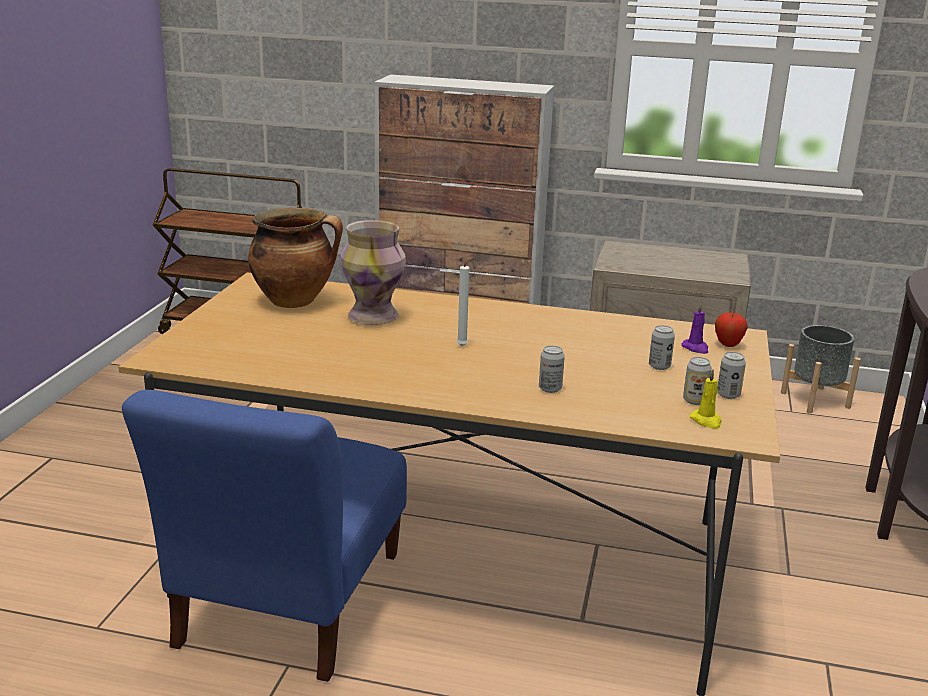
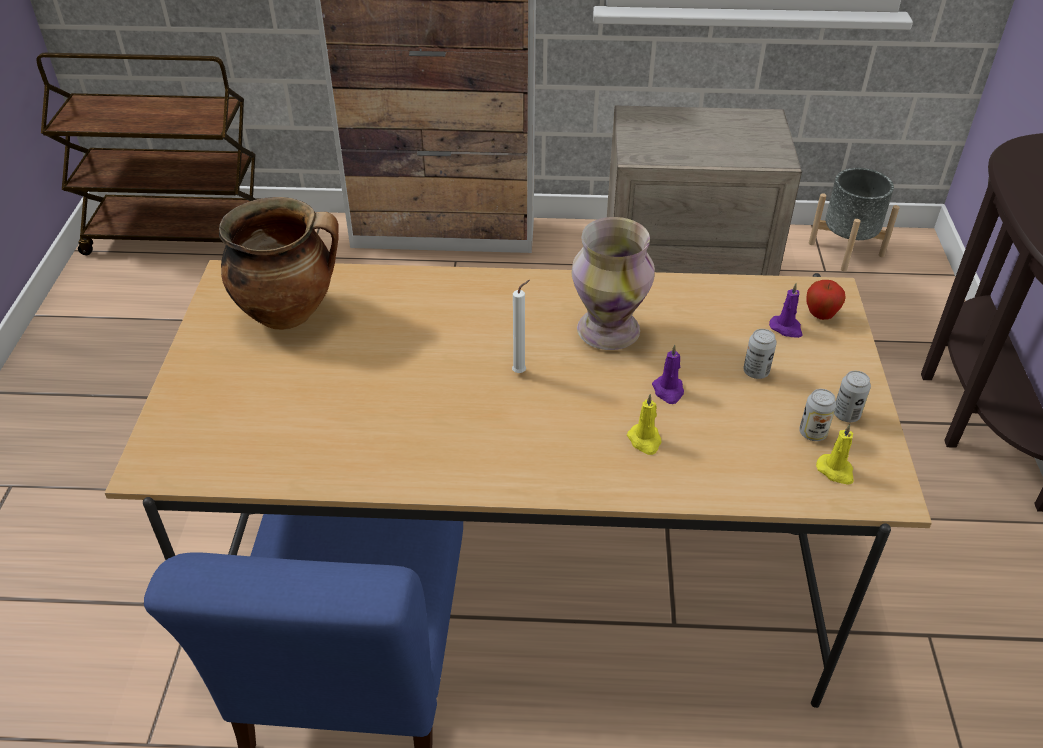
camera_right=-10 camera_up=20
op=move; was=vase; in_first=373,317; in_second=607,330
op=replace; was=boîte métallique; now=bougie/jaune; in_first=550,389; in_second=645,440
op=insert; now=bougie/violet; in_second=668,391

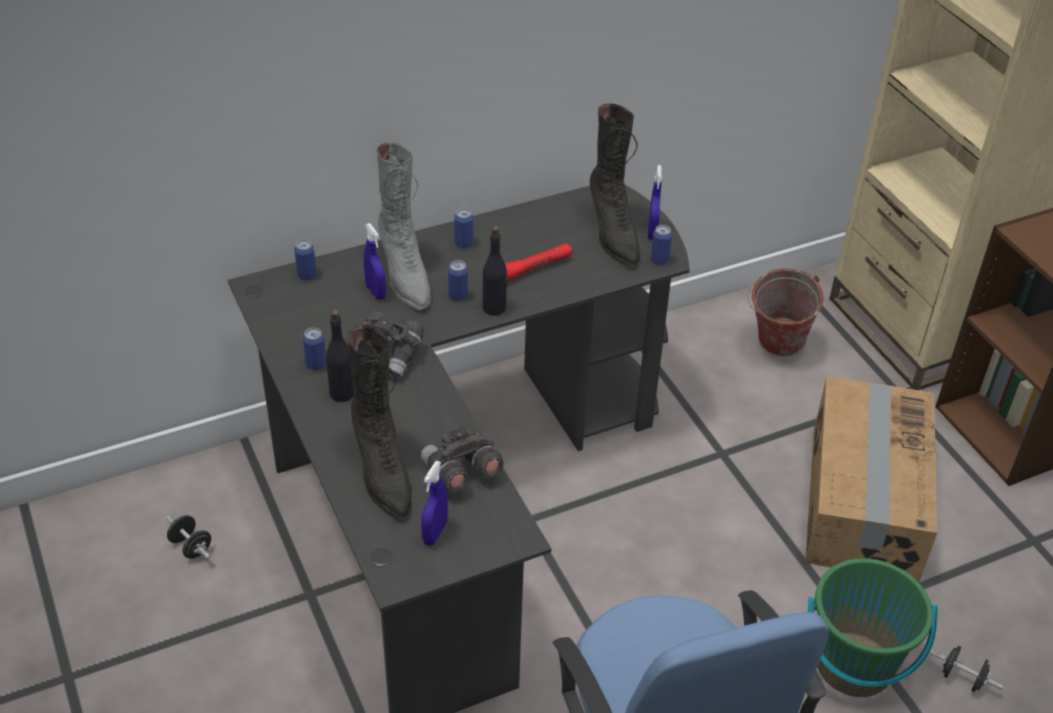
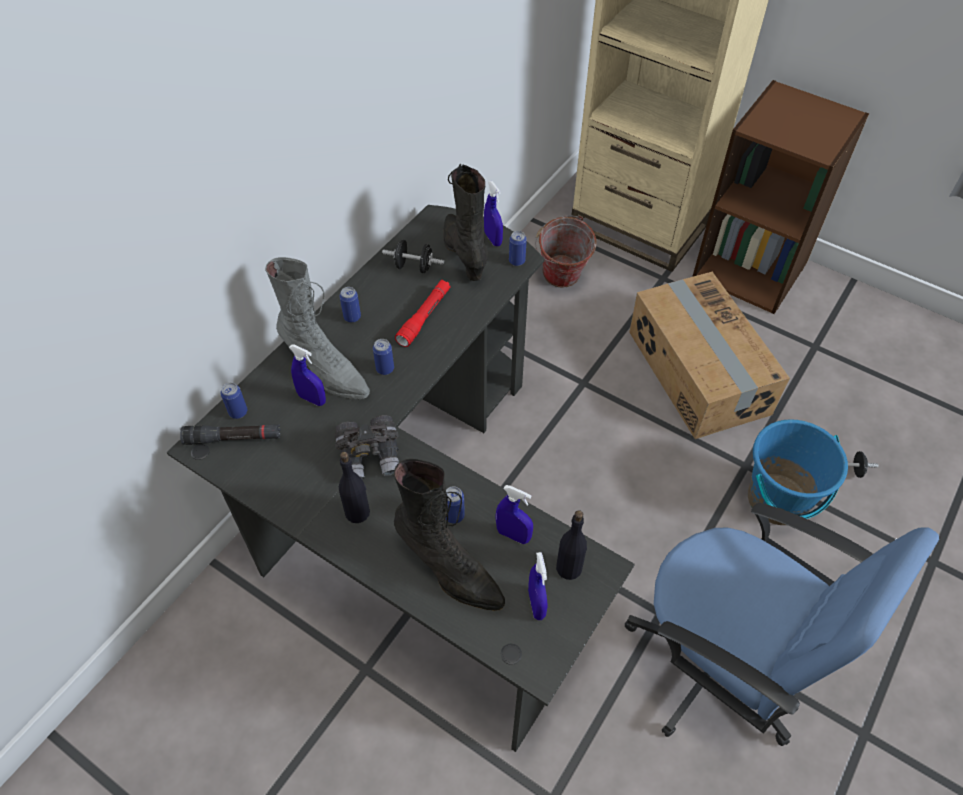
camera_right=-30 camera_up=10
op=rotate; was=botte/noir; in_first=613,234; in_second=464,254; clockwise=-150
op=move; was=bouteille/noir; in_first=494,308; in_second=569,568
op=move; was=boîte métallique; in_first=316,364; in_second=454,515
op=replace; was=jumelles/gris; now=vaporisateur/bleu; in_first=460,473; in_second=513,535
op=move; was=haltère/noir; in_first=191,547; in_second=414,267
op=recolor; was=seau/vert; now=seau/bleu; in_first=854,666; in_second=777,500
op=insert; now=lampe de poche/noir; in_second=233,438

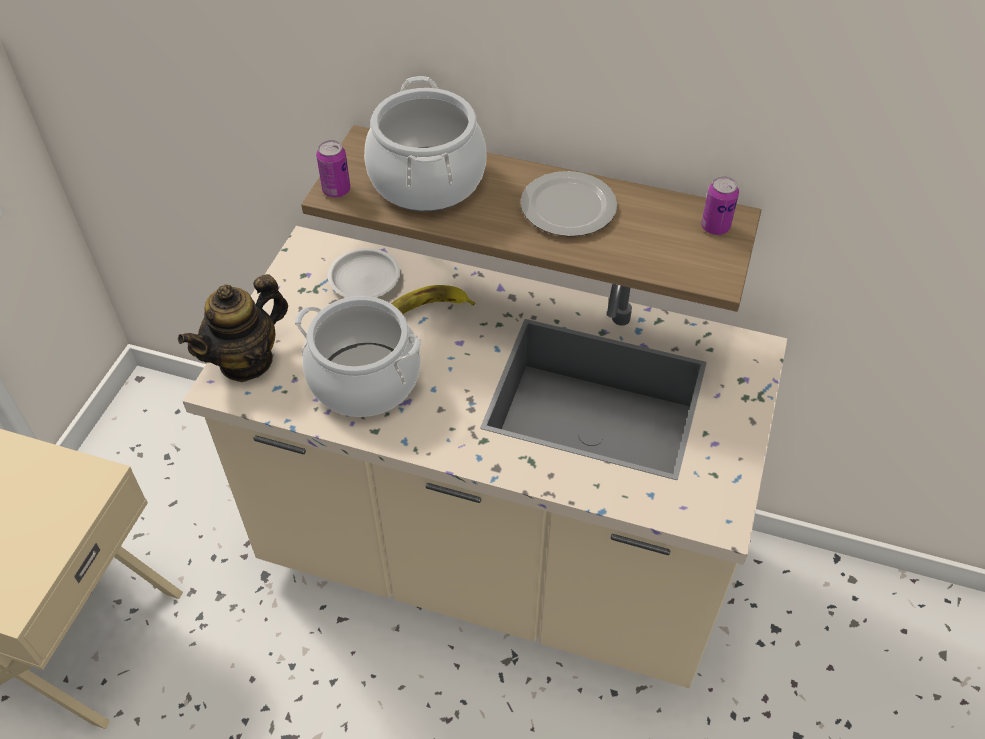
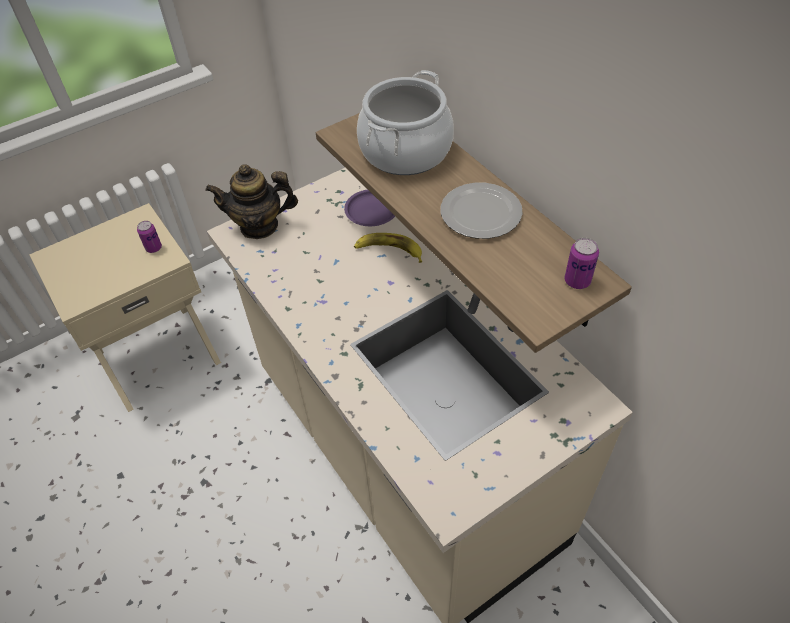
camera_right=40 camera_up=0
op=move; was=boîte métallique; in_first=336,190; in_second=153,248
op=recolor; was=assiette/blanc; now=assiette/violet; in_first=364,279; in_second=371,211
op=delete; was=marmite; in_first=364,379

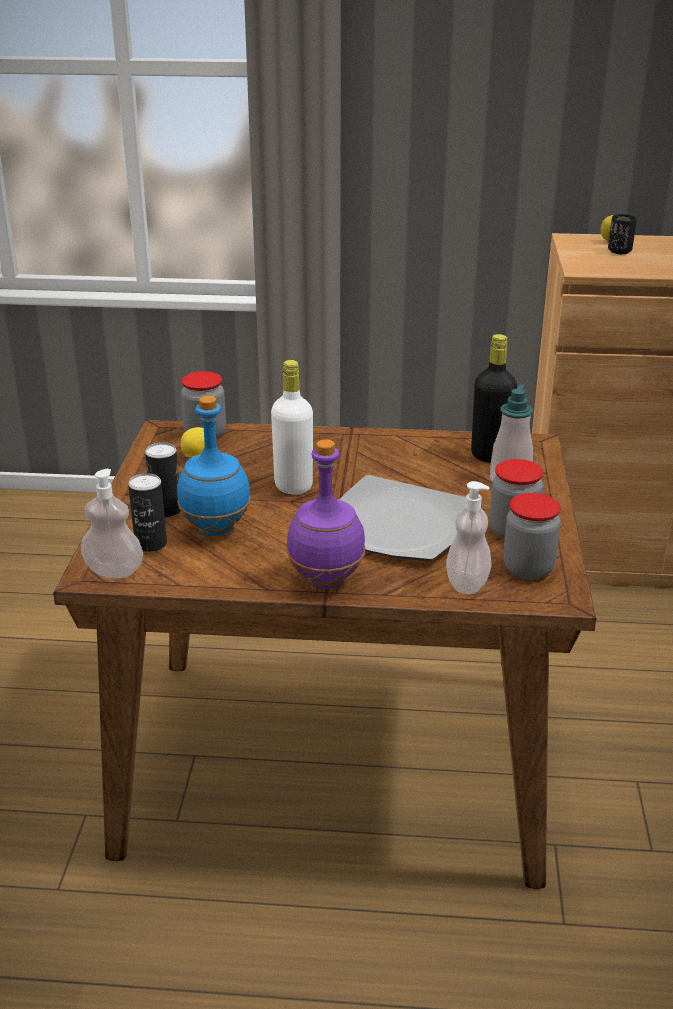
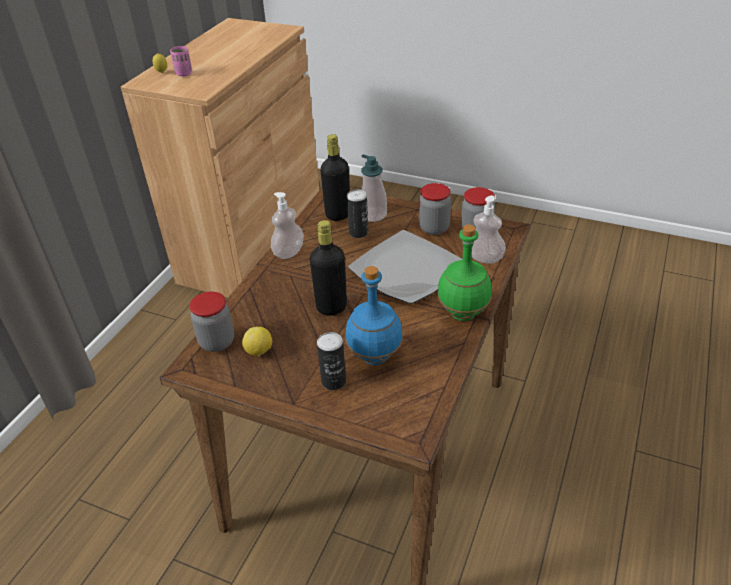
camera_right=-70 camera_up=10
op=recolor; was=tasse/noir; now=tasse/rose; in_first=619,251; in_second=184,73
op=recolor; was=bouteille/blanc; now=bouteille/noir; in_first=293,486; in_second=331,307
op=recolor; was=bouteille/violet; now=bouteille/vert; in_first=327,580; in_second=463,313
op=move; was=distributeur de savon; in_first=114,571; in_second=288,252
op=move; was=boîte métallique; in_first=151,544; in_second=358,232

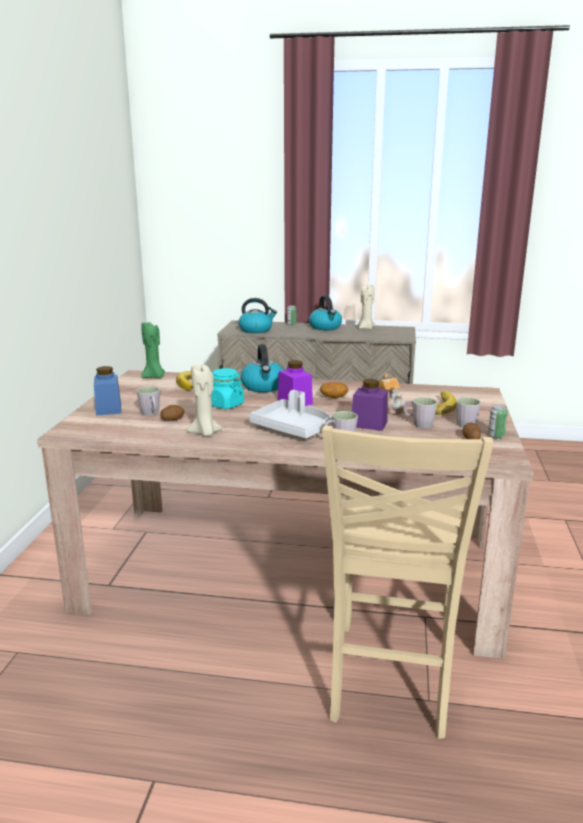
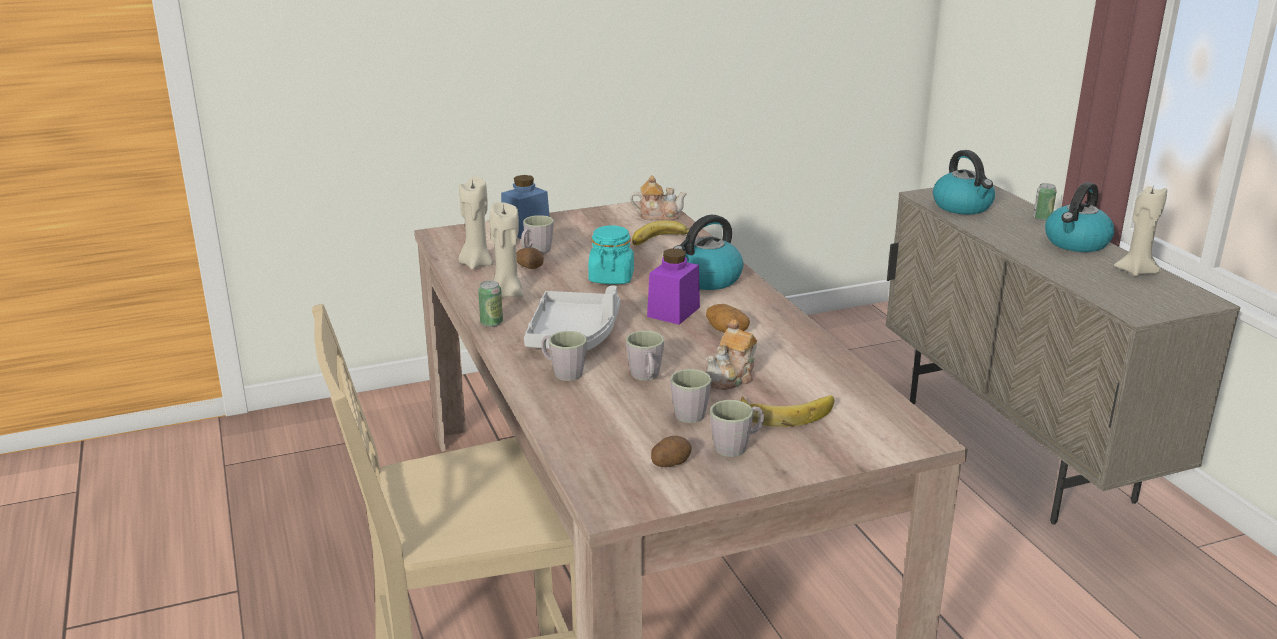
camera_right=60 camera_up=5
op=replace; was=bougie/vert; now=théière; in_first=154,377; in_second=658,216
op=replace; was=bocal/violet; now=mug/gris; in_first=369,424; in_second=646,377
op=move; was=boîte métallique; in_first=496,436; in_second=491,323
op=insert; now=bougie/beige; in_second=476,264

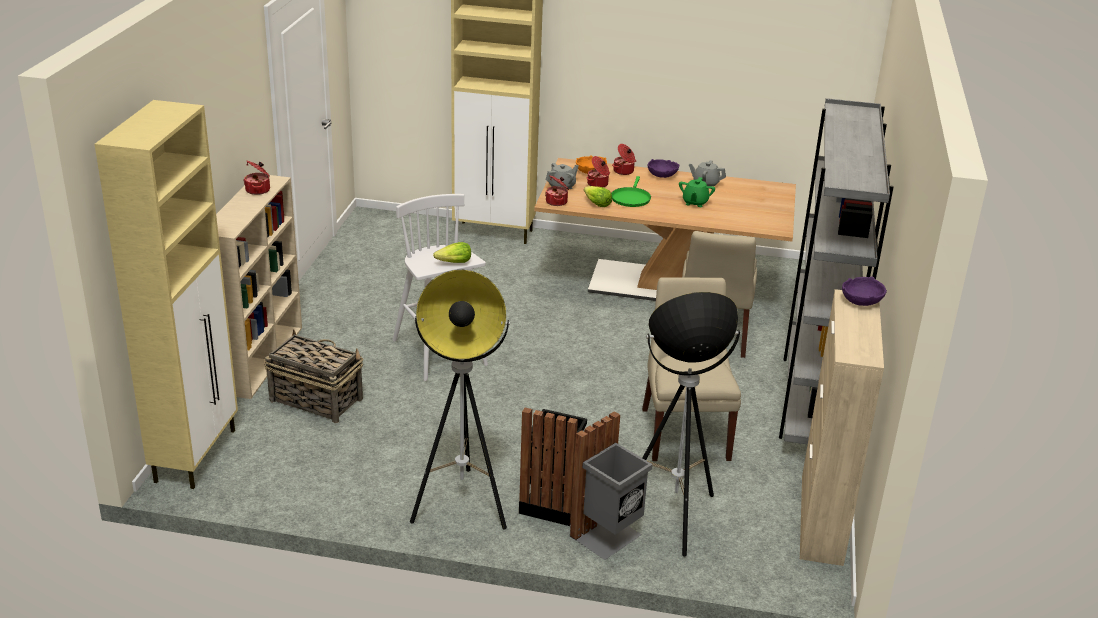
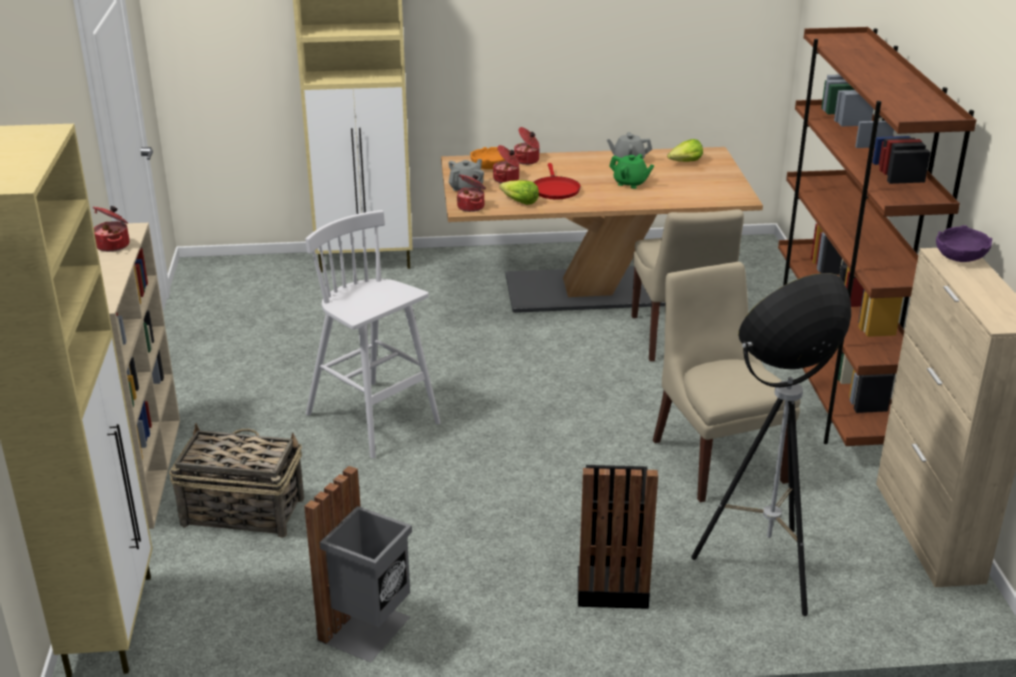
camera_right=-15 camera_up=0
op=recolor; was=bibliothèque/gris; now=bibliothèque/marron; in_first=811,401; in_second=833,393
op=delete; was=bol/violet; in_first=662,175
op=recolor; was=poêle/vert; now=poêle/rouge; in_first=631,198; in_second=555,189
op=rotate; was=théière/vert; in_first=695,203; in_second=630,183; clockwise=-60
op=move; was=laitue; in_first=454,263; in_second=686,162
op=delete; was=lampadaire; in_first=462,504
op=move; was=poubelle/gris; in_first=608,537; in_second=368,629

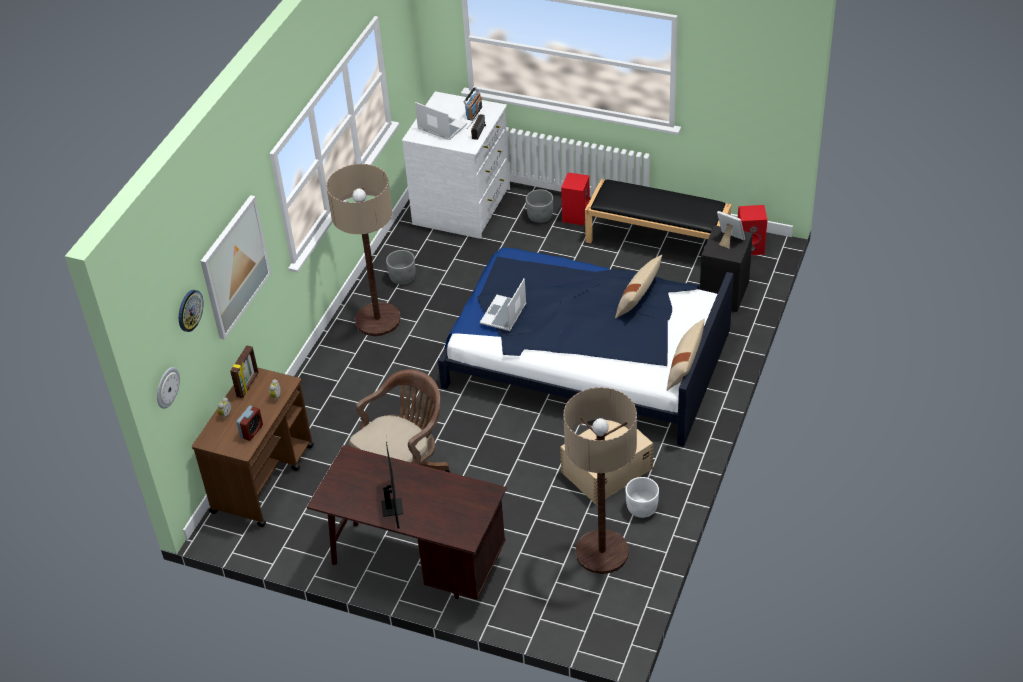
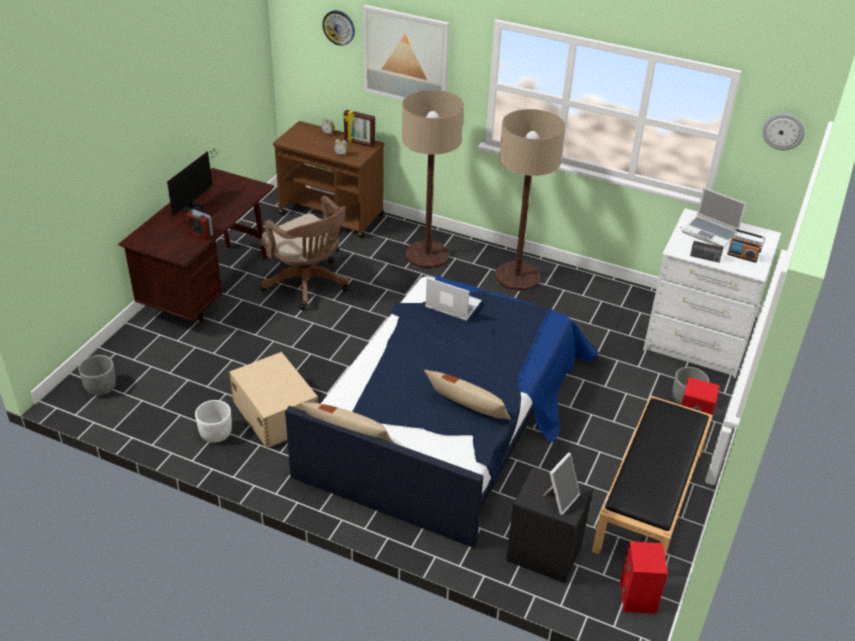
camera_right=90 camera_up=-5
op=rotate; was=ordinateur portable; in_first=441,127; in_second=710,233; clockwise=90
op=move; was=cache-pot/gris; in_first=402,277; in_second=101,387
op=move; was=horloge murale; in_first=167,387; in_second=783,131
op=move; was=lampadaire; in_first=602,552; in_second=427,255
op=move; was=réveil; in_first=251,431; in_second=200,234
op=rotate; was=écran d'ordinateur; in_first=393,504; in_second=194,206; clockwise=-60

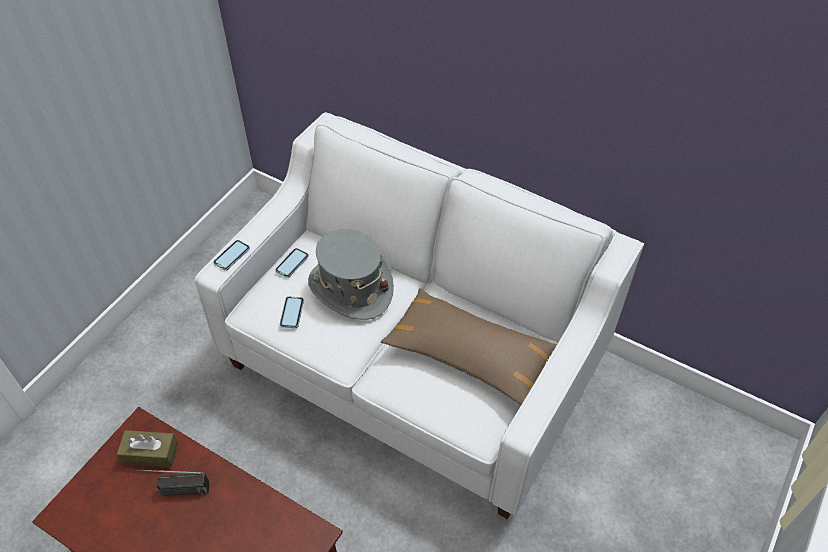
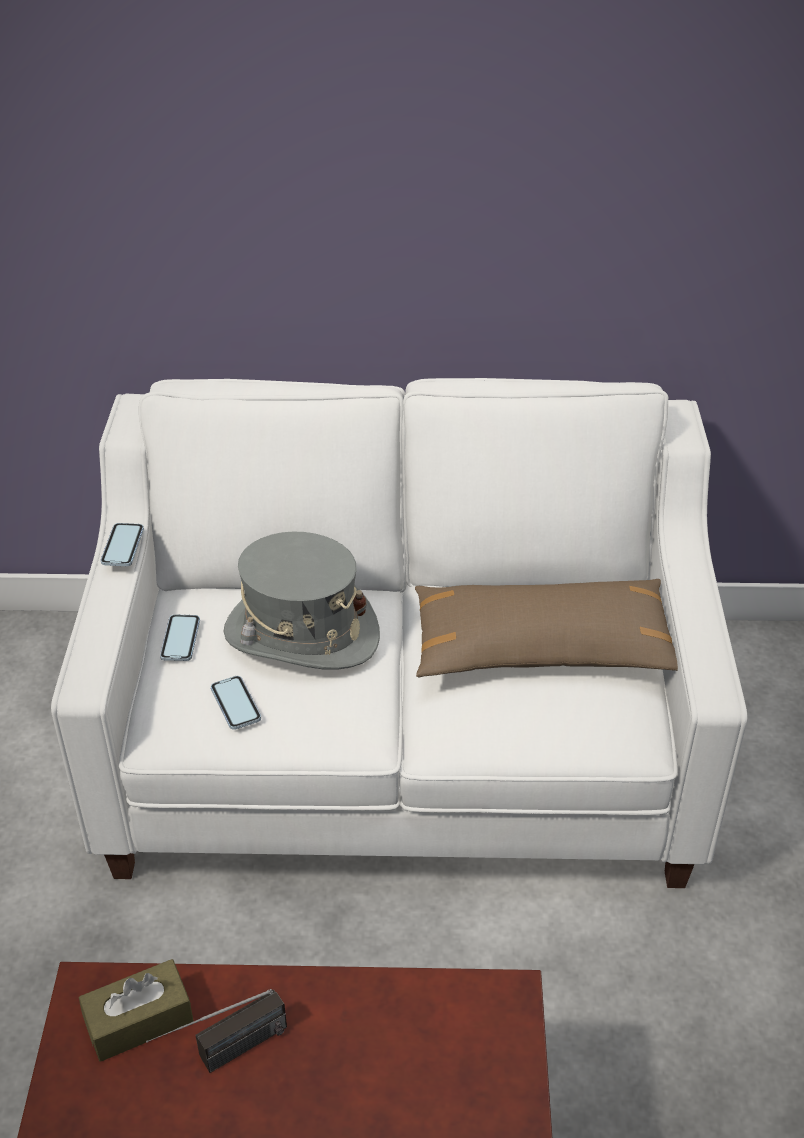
camera_right=-30 camera_up=-10
op=move; was=téléphone; in_first=232,256; in_second=123,546

